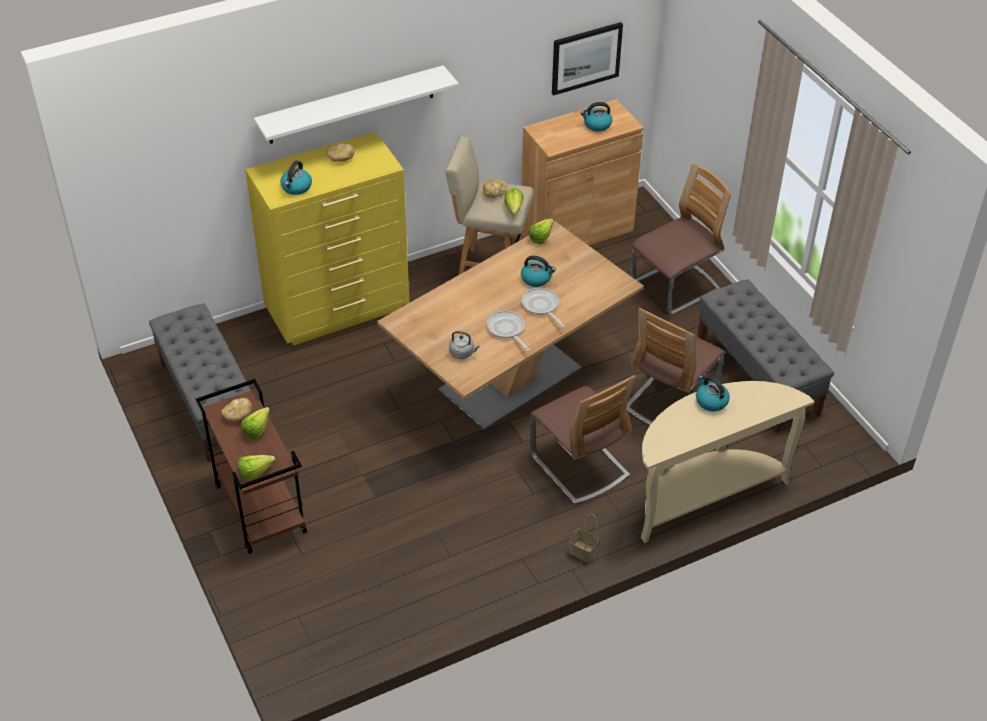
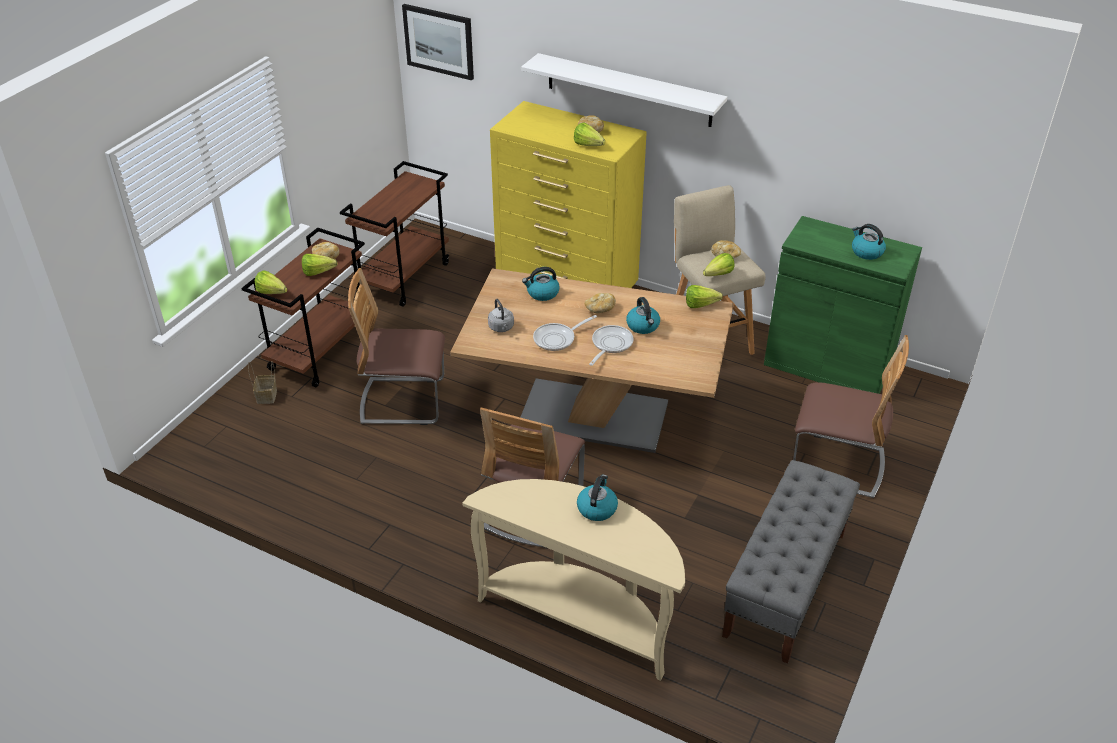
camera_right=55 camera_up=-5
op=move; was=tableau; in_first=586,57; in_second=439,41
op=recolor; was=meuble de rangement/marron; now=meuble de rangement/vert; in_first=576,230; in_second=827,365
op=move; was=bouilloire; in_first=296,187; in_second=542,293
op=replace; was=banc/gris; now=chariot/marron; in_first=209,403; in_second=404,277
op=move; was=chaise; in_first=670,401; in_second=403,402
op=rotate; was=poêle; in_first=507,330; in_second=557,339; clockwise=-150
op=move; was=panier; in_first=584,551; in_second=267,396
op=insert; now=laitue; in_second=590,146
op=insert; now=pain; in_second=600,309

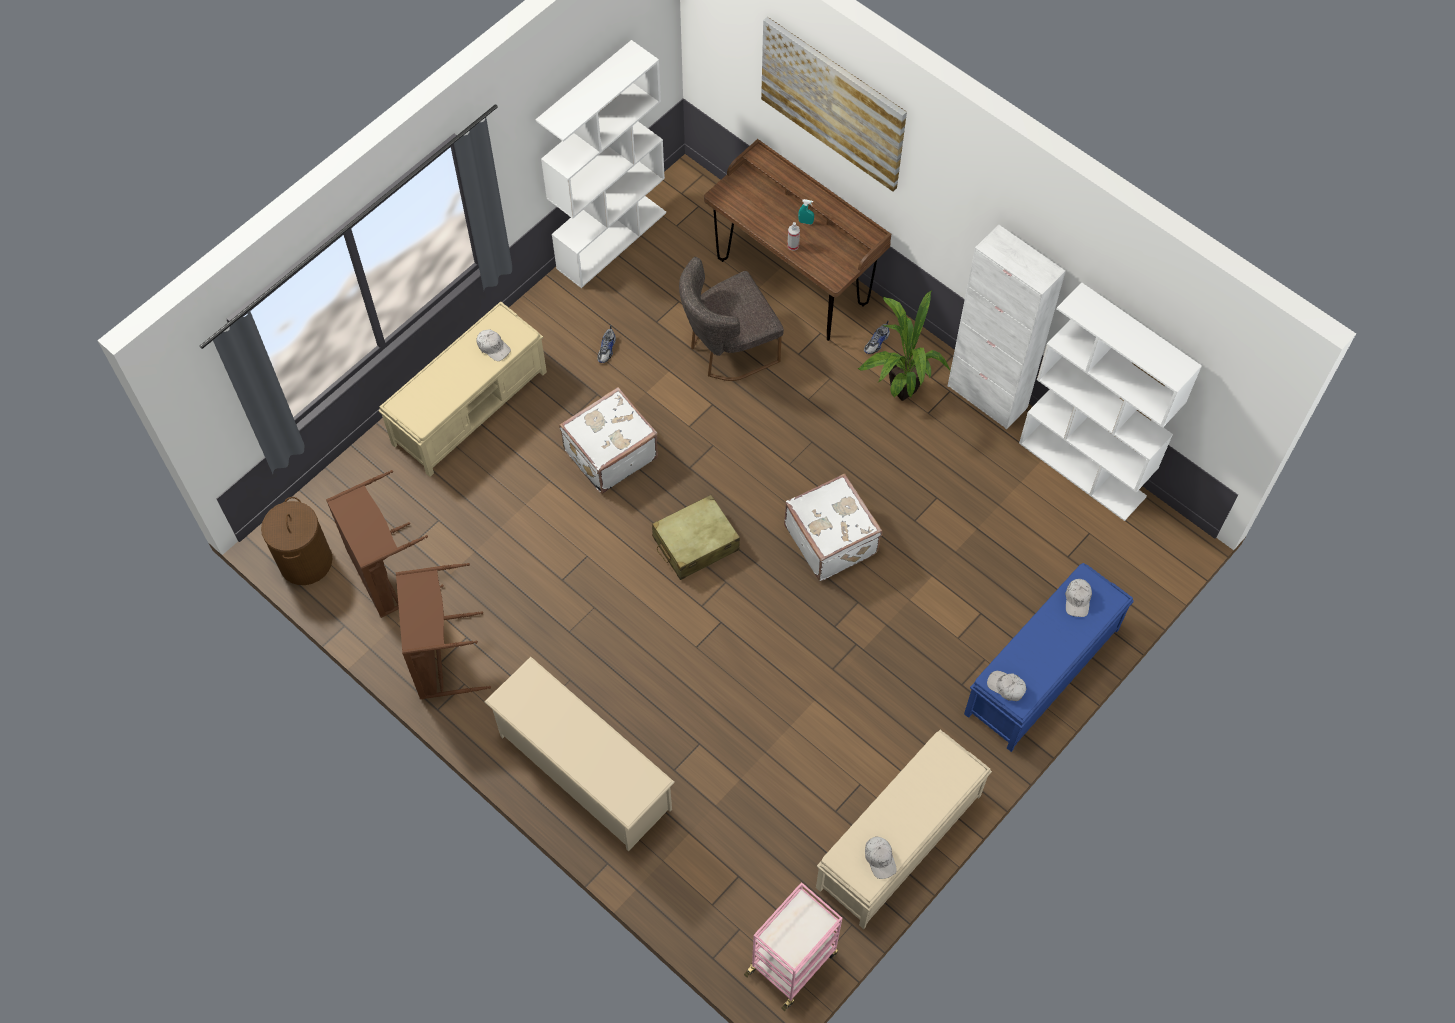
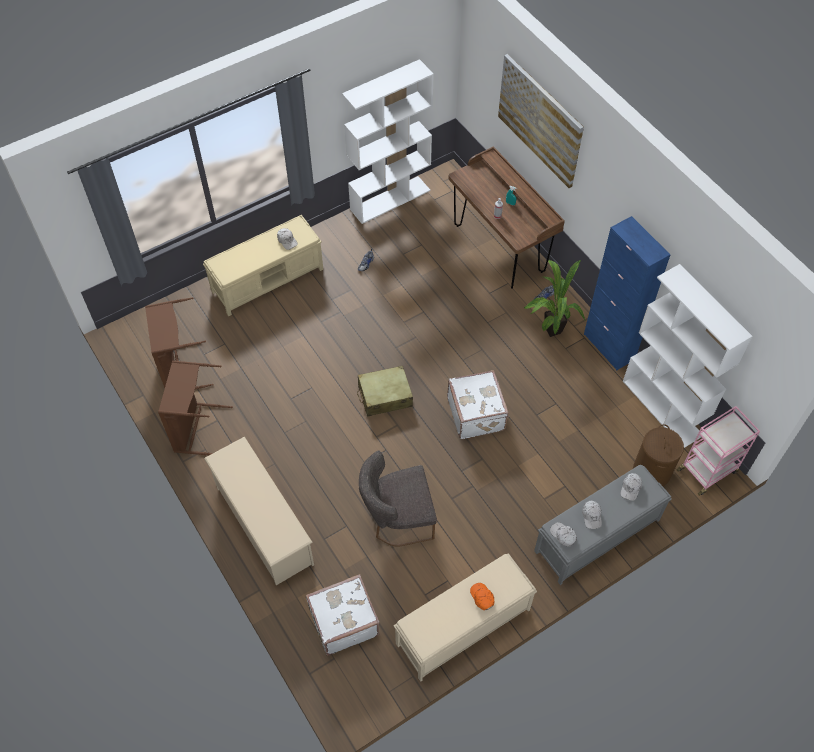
camera_right=15 camera_up=-5
op=recolor; was=meuble de rangement/blanc; now=meuble de rangement/bleu; in_first=987,397; in_second=609,347
op=move; was=chaise/gris; in_first=727,350; in_second=397,519
op=move; was=valise/blanc; in_first=609,453; in_second=343,621
op=move; was=panier à linge/marron; in_first=305,562; in_second=651,471
op=recolor; was=banc/bleu; now=banc/gris; in_first=1041,672; in_second=596,536
op=move; was=casquette/blanc; in_first=880,858; in_second=592,516
op=move; was=chariot/rose; in_first=792,961; in_second=708,470
op=insert; now=casquette/orange; in_second=482,597

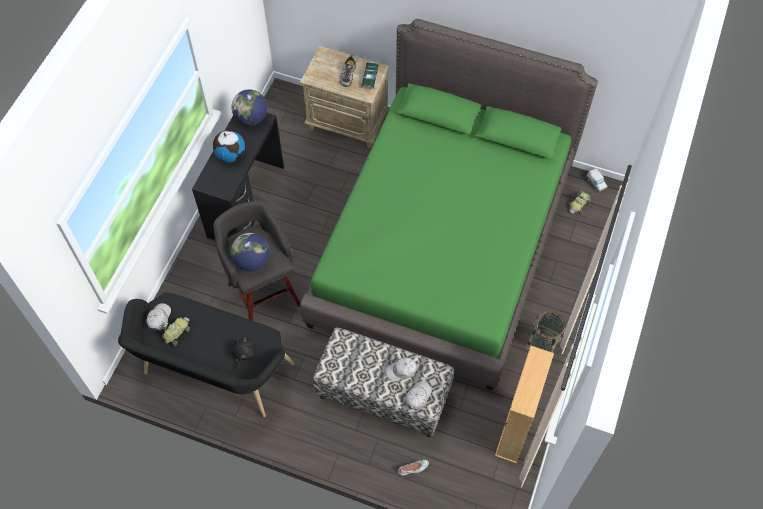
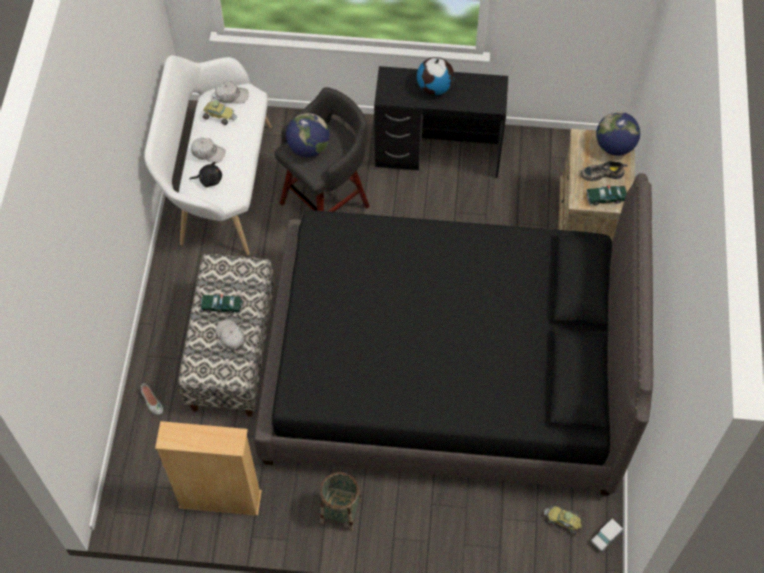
camera_right=75 camera_up=0
op=recolor; was=lit/vert; now=lit/noir; in_first=443,245; in_second=446,370
op=move; was=globe; in_first=251,118; in_second=614,146
op=recolor; was=banc/noir; now=banc/blanc; in_first=214,373; in_second=219,186
op=move; was=casquette/blanc; in_first=418,396; in_second=208,152
op=insert; now=petite voiture; in_second=222,306

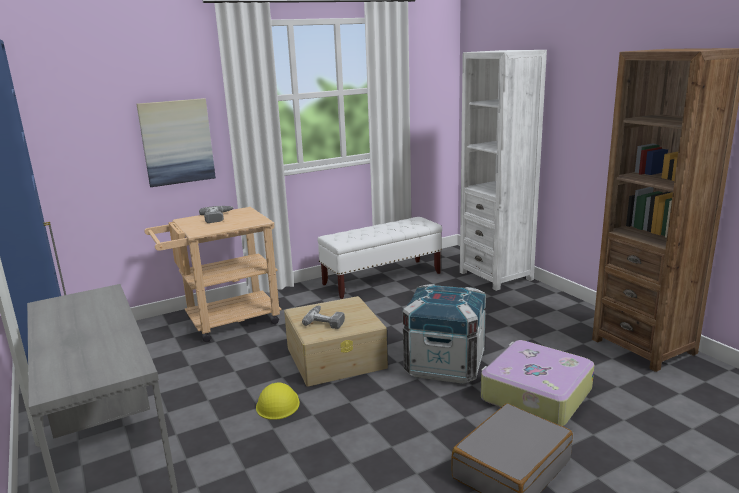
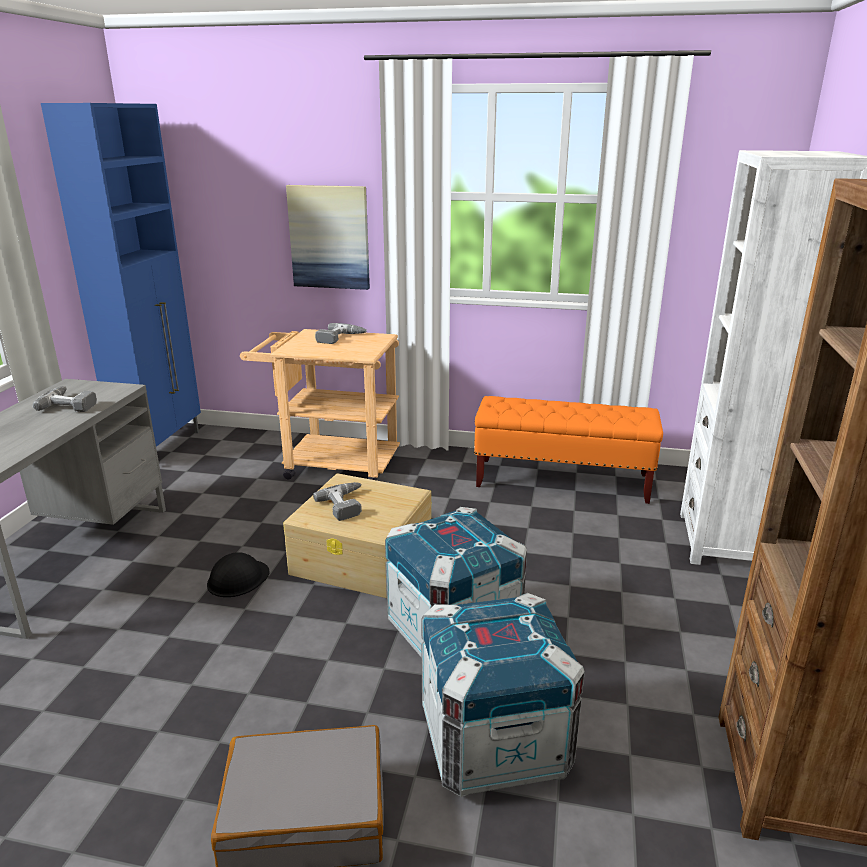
camera_right=40 camera_up=5
op=recolor; was=banc/blanc; now=banc/orange; in_first=382,279; in_second=562,481
op=replace; was=valise; now=caisse; in_first=534,394; in_second=494,742
op=recolor; was=casque de chantier/jaune; now=casque de chantier/noir; in_first=277,404; in_second=238,578
op=insert; now=perceuse; in_second=71,404

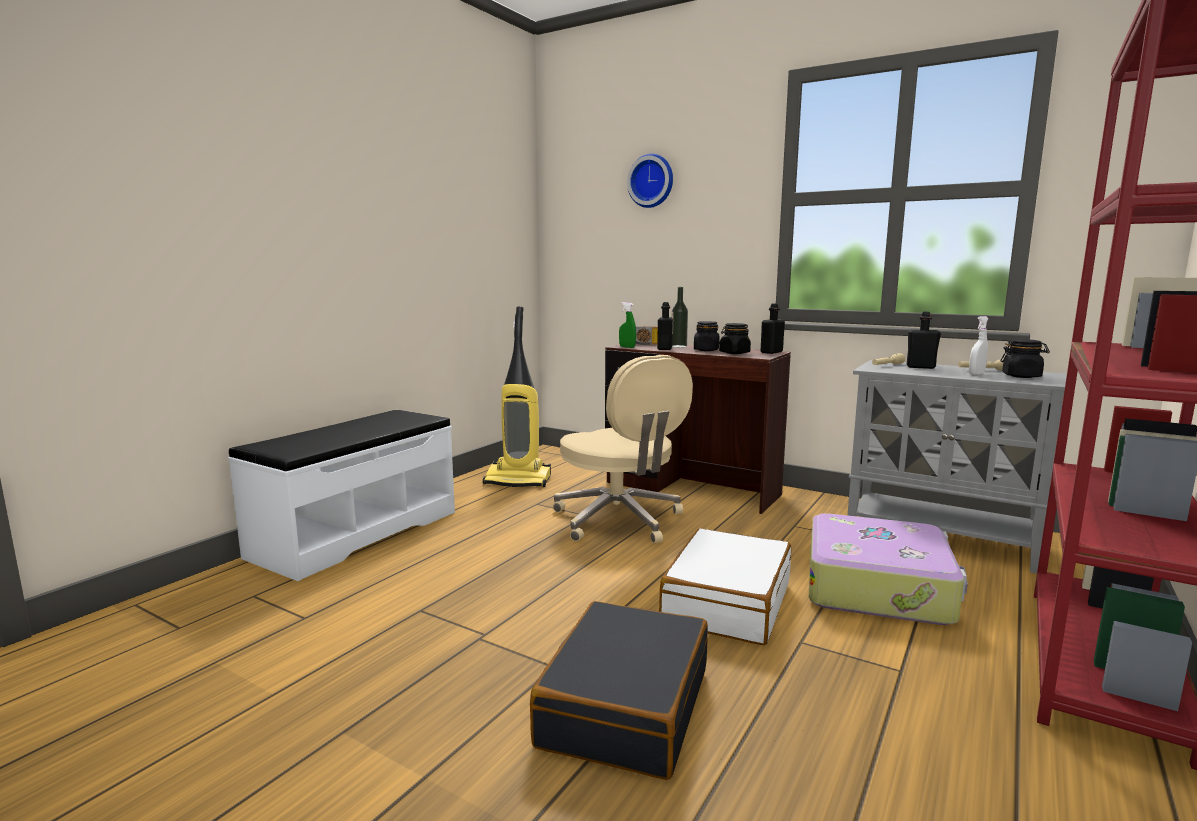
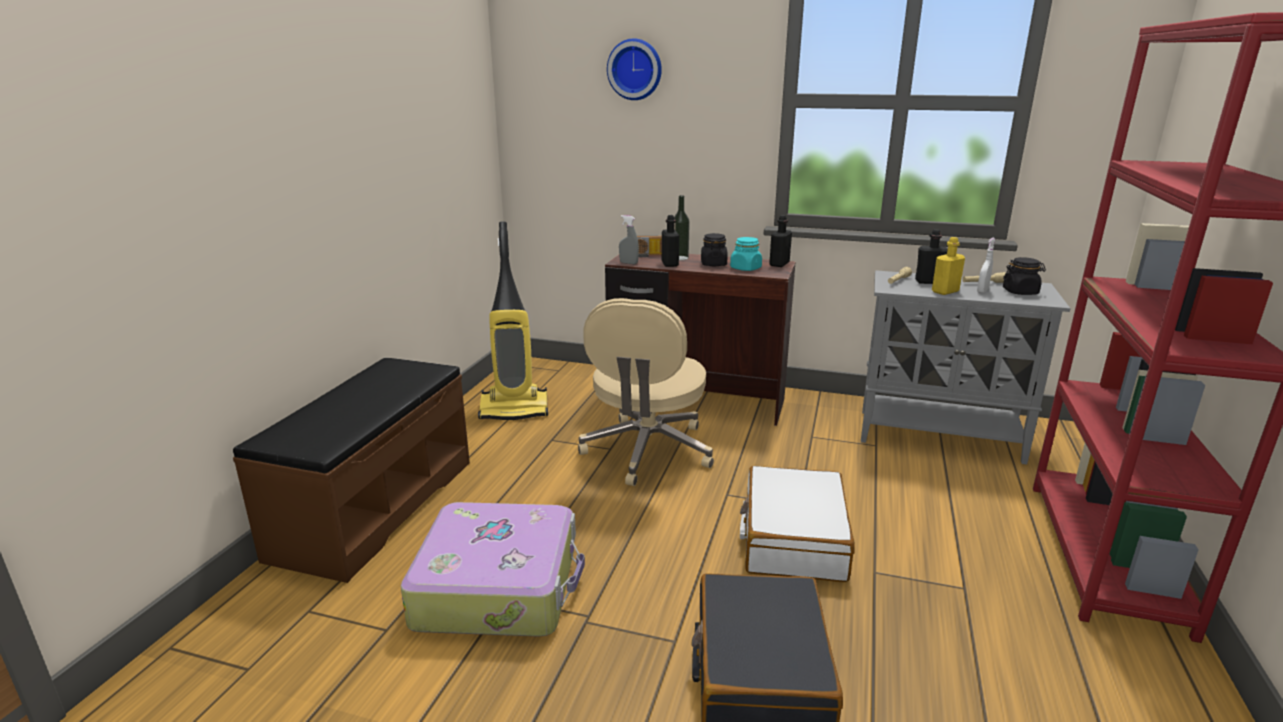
camera_right=-15 camera_up=10
op=recolor; was=vaporisateur/vert; now=vaporisateur/gris; in_first=627,347; in_second=628,263
op=recolor; was=bocal/noir; now=bocal/turquoise; in_first=734,353; in_second=745,268
op=rotate; was=chaise de bureau/beige; in_first=619,520; in_second=647,451; clockwise=60
op=recolor; was=banc/blanc; now=banc/marron; in_first=356,533; in_second=374,507
op=move; was=valise; in_first=878,587; in_second=499,586
op=insert; now=bouteille/jaune; in_second=945,291

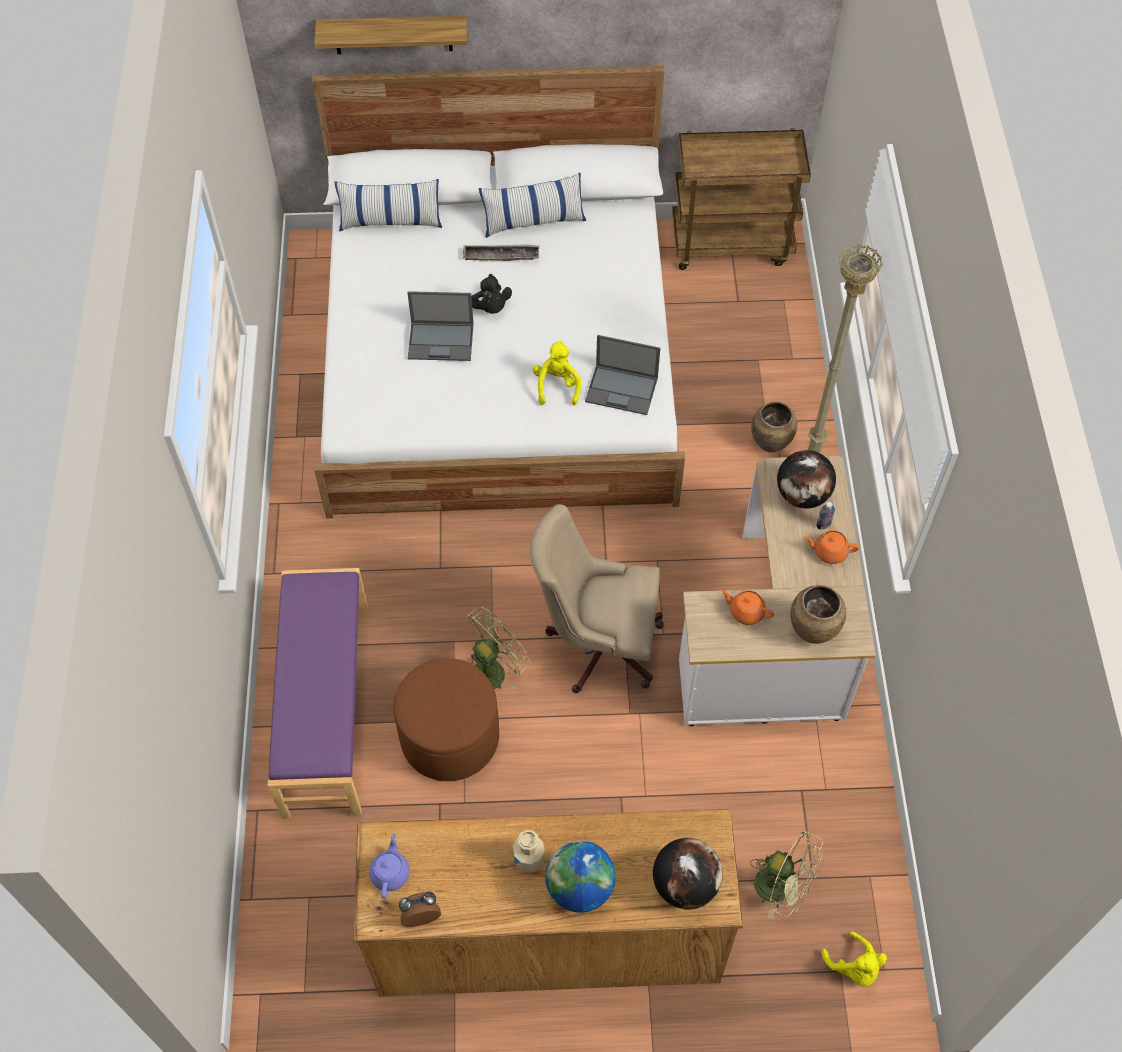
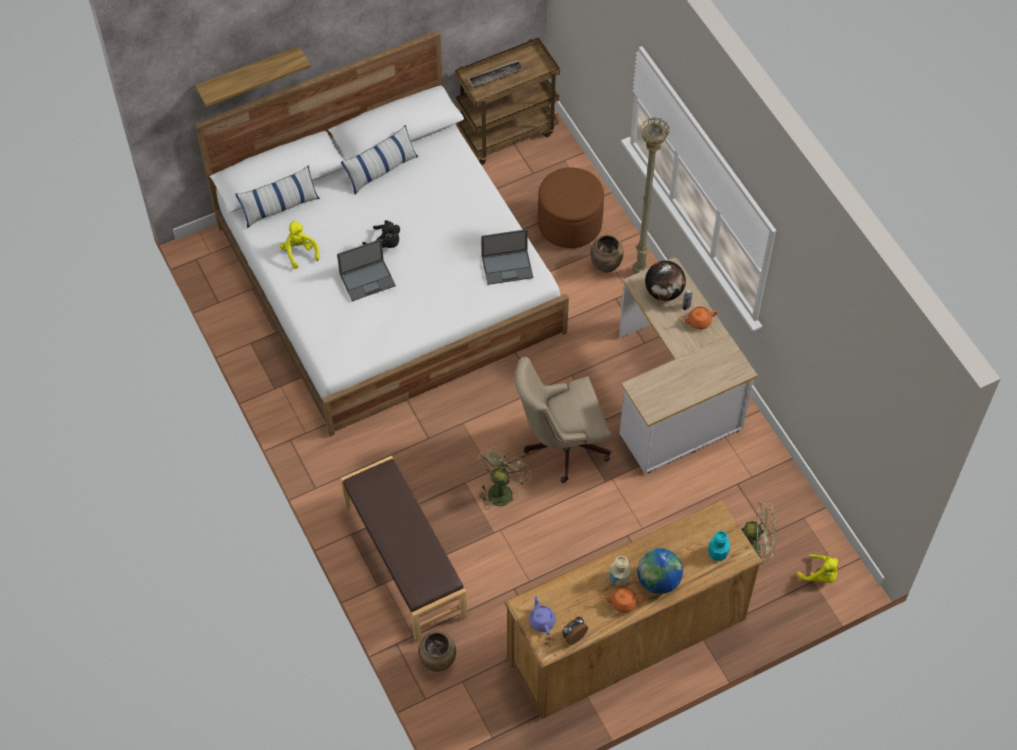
camera_right=-25 camera_up=0
op=move; was=plateau; in_first=501,256; in_second=495,76
op=move; was=peluche/jaune; in_first=557,386; in_second=299,252
op=recolor; was=banc/violet; now=banc/marron; in_first=325,709; in_second=404,562
op=move; was=vase/marron; in_first=812,632; in_second=438,662
op=move; was=théière/orange; in_first=745,611; in_second=623,603
op=move; was=pouf/marron; in_first=450,736; in_second=569,223
op=replace; was=globe; now=bouteille/turquoise; in_first=685,884; in_second=718,552

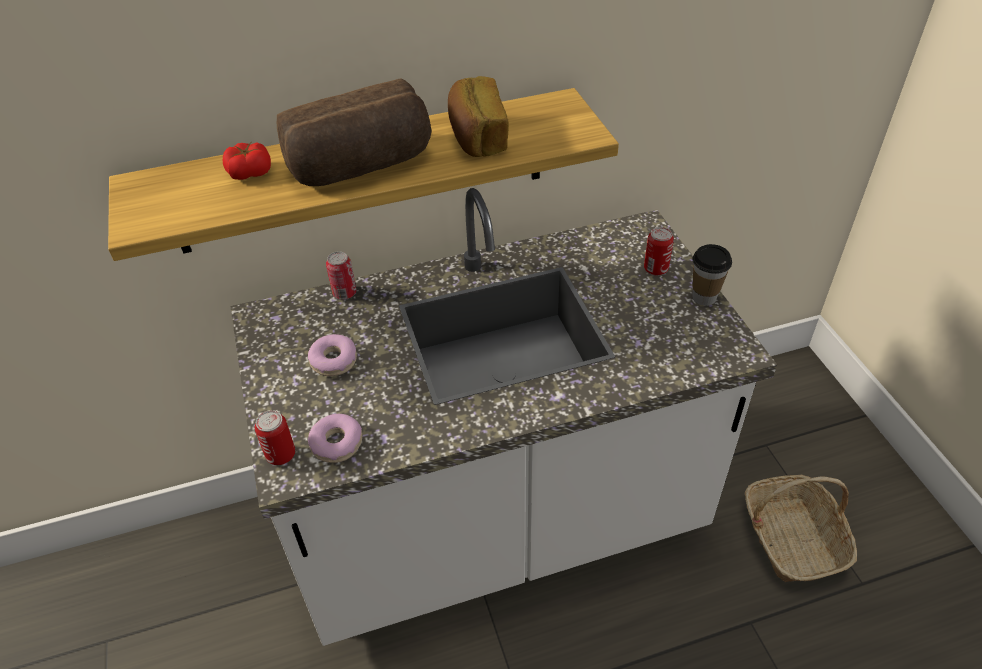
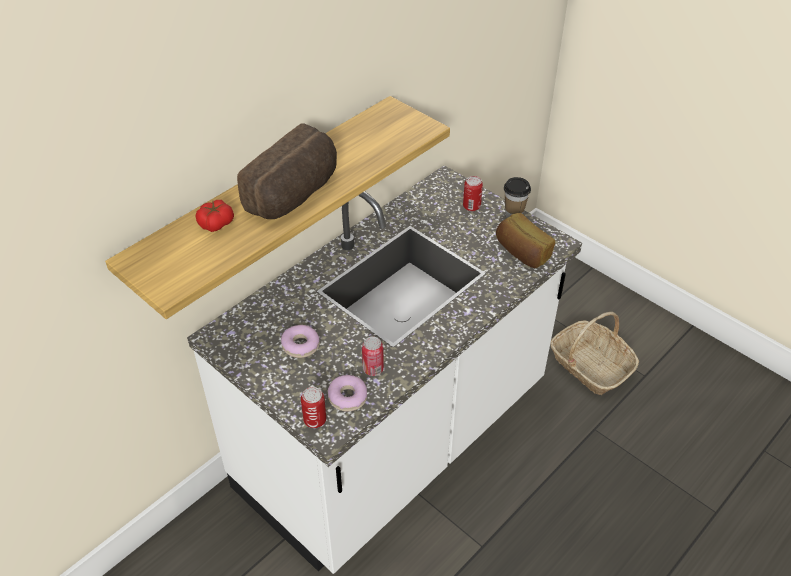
camera_right=-30 camera_up=0
op=move; was=pain; in_first=476,137; in_second=522,253
op=move; was=boîte métallique; in_first=344,293; in_second=373,369

